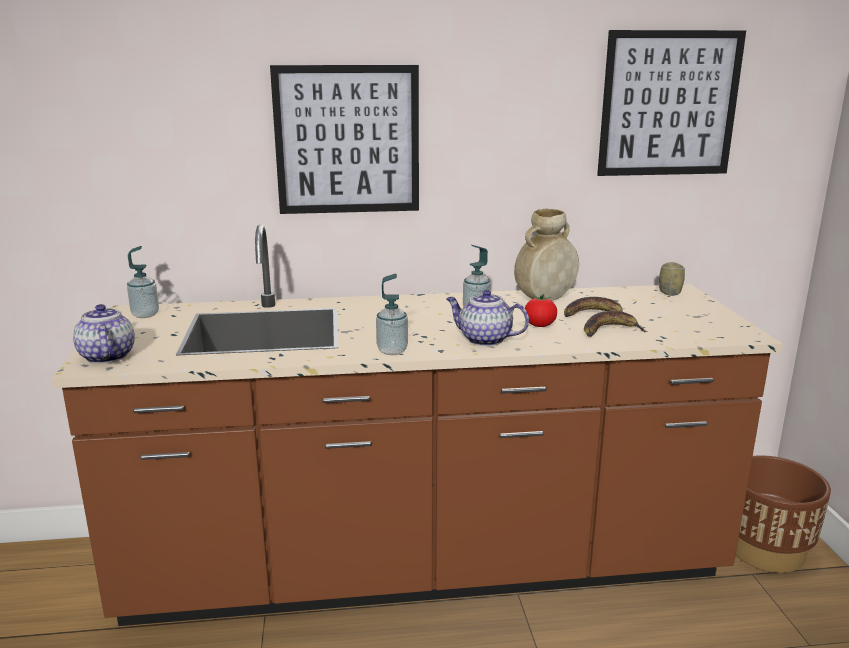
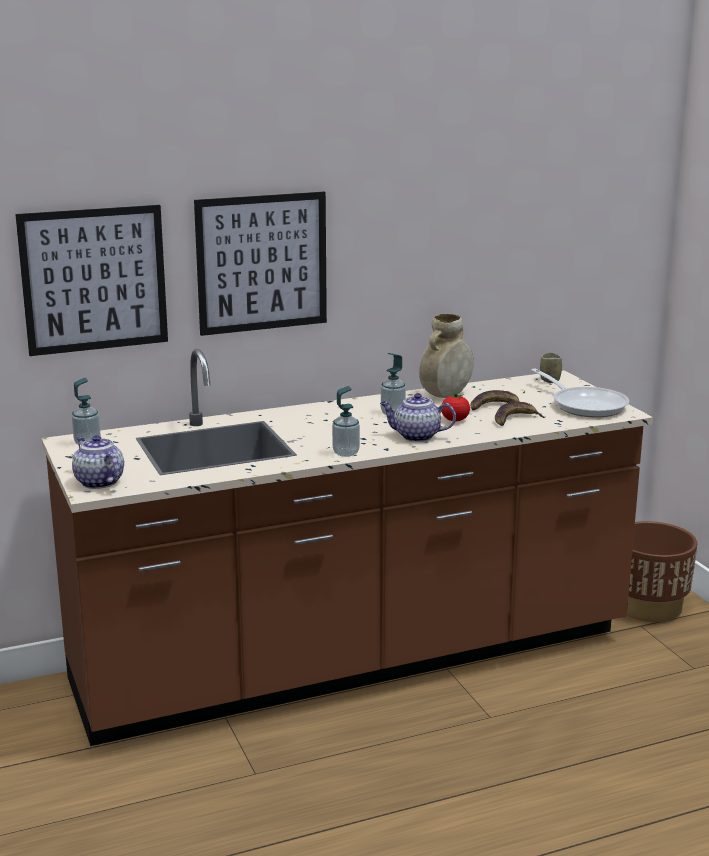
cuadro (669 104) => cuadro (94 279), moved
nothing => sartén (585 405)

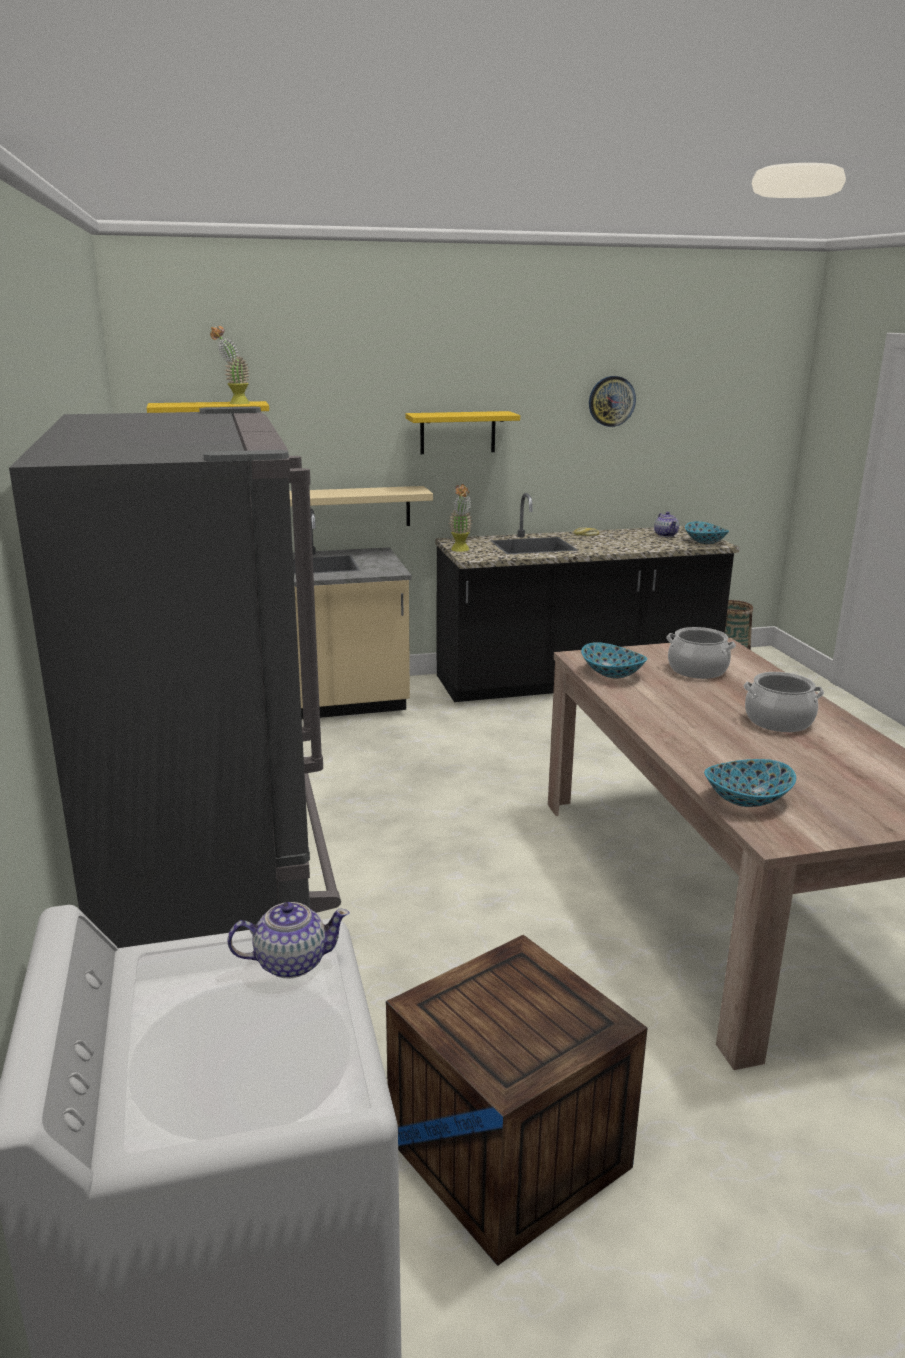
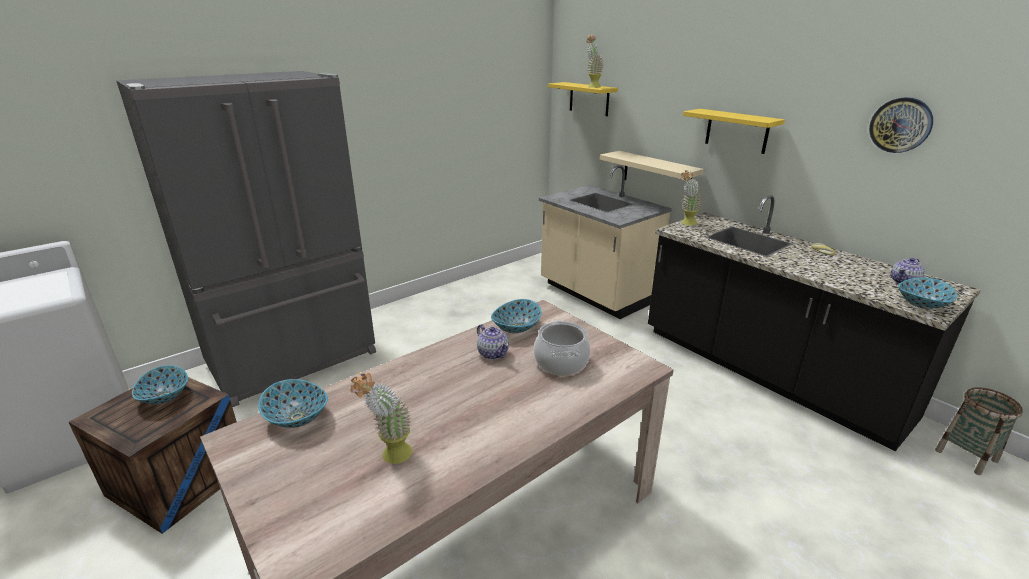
nothing => cuenco (164 397)
nothing => planta en maceta (390 457)
tetera (290 962) => tetera (493 353), moved
olla (778 721) => nothing

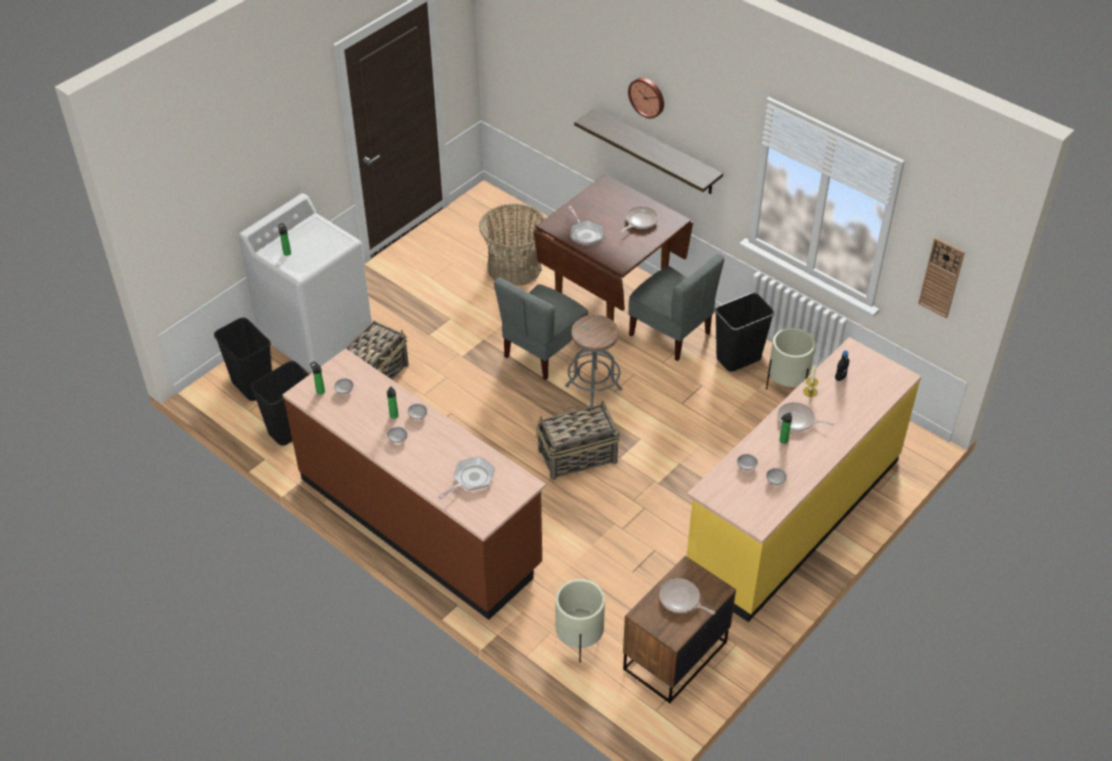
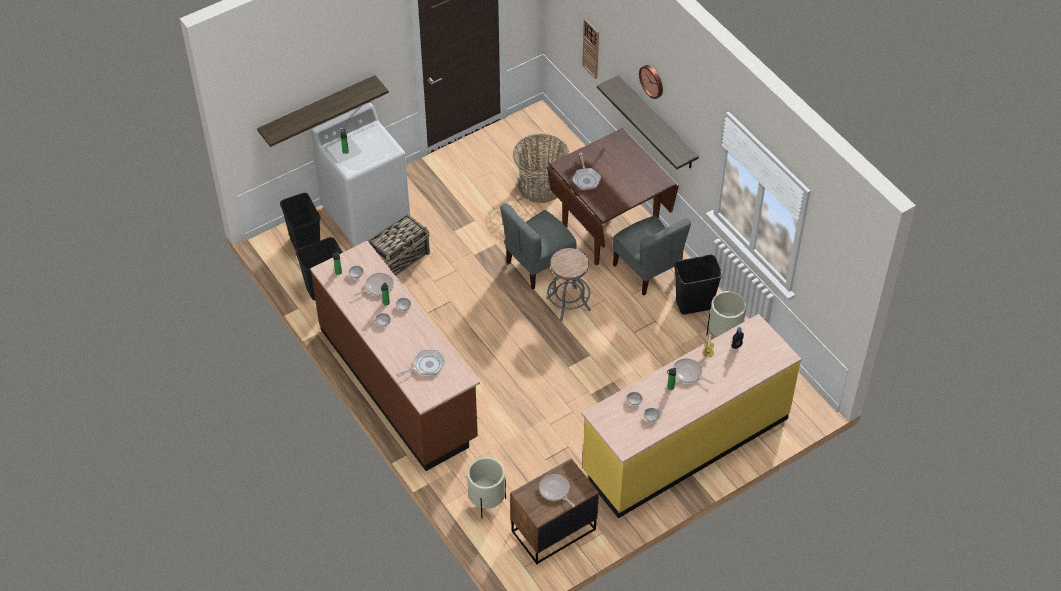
nothing => estante (318 110)
sartén (640 221) => sartén (378 287), moved
reloj de pared (941 277) => reloj de pared (591 48), moved
cesta (576 456) => nothing

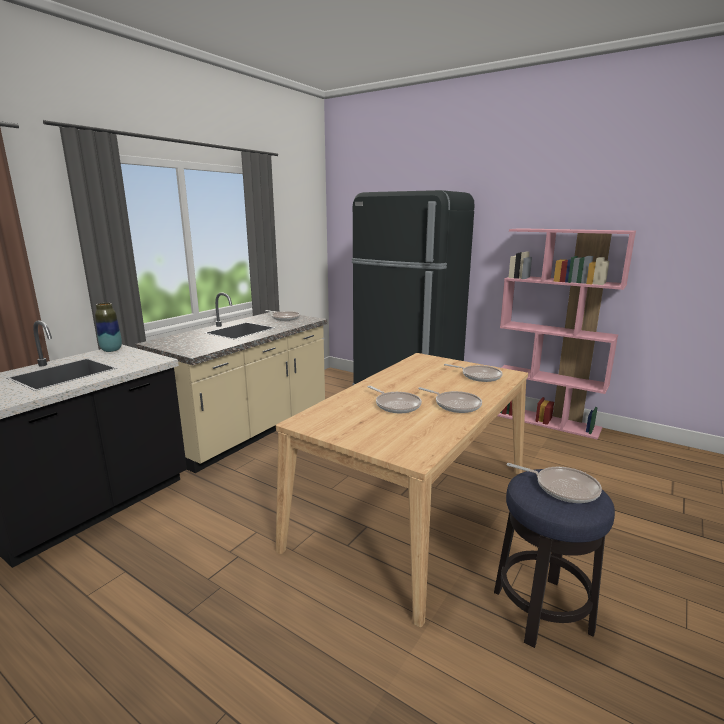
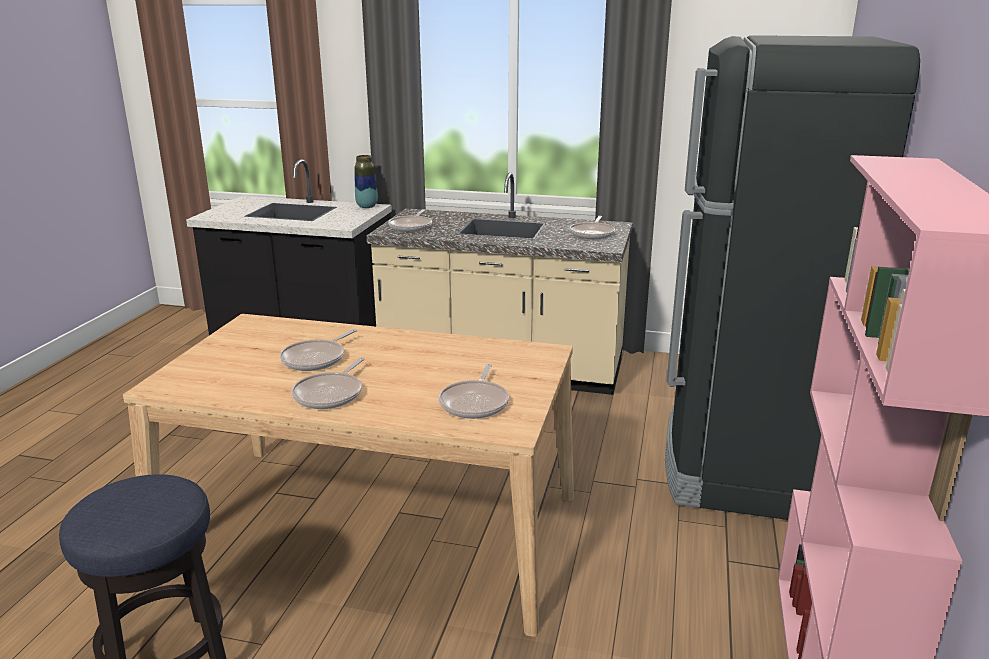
sartén (562 488) => sartén (411 226), moved

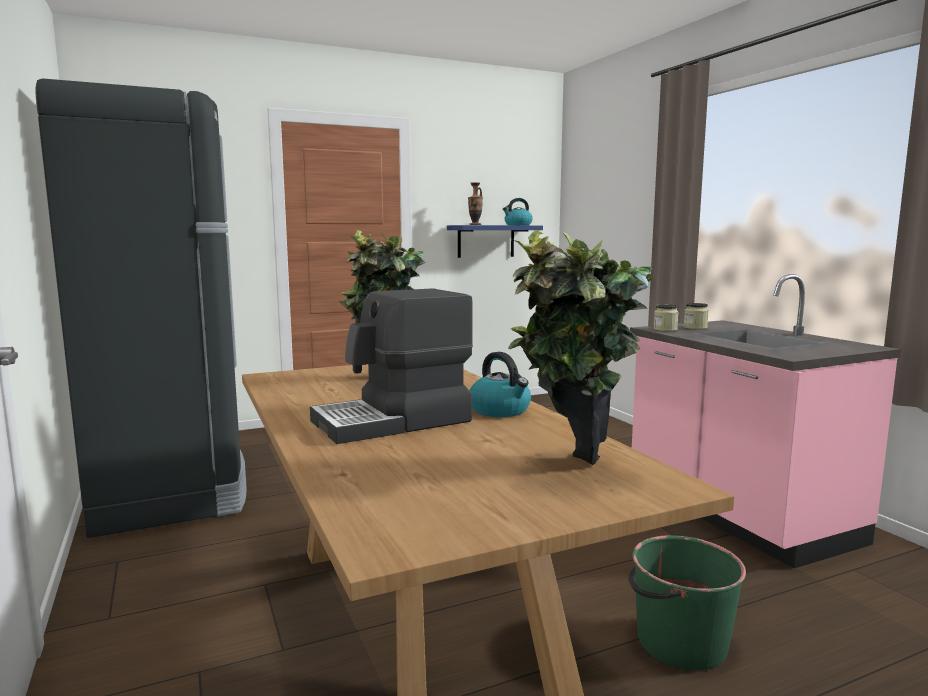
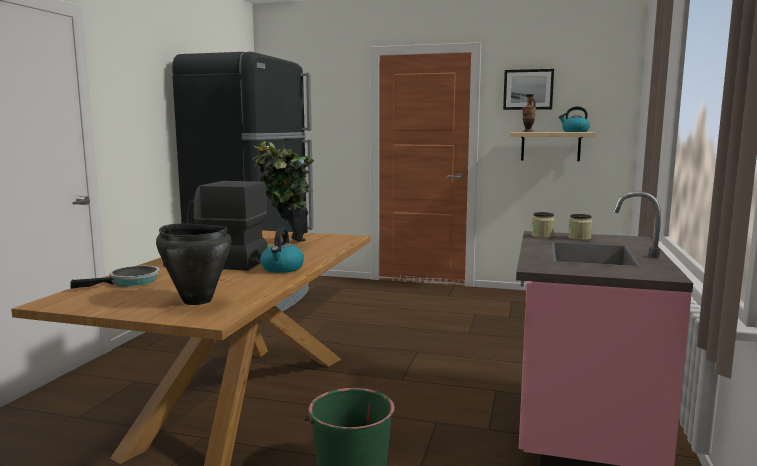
nothing => sartén (130 282)
planta en maceta (570 472) => olla [negro] (197 300)
nothing => cuadro (528 89)
estante [azul] (486 241) => estante [beis] (550 146)

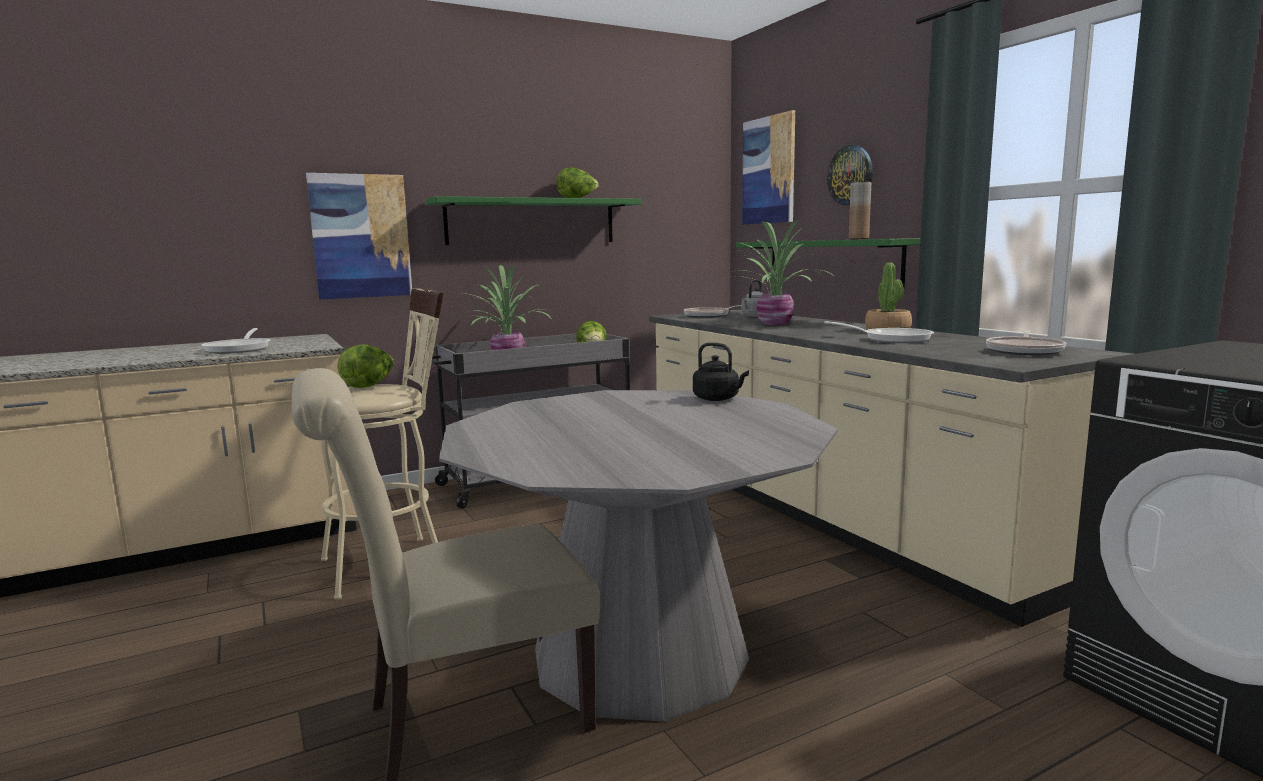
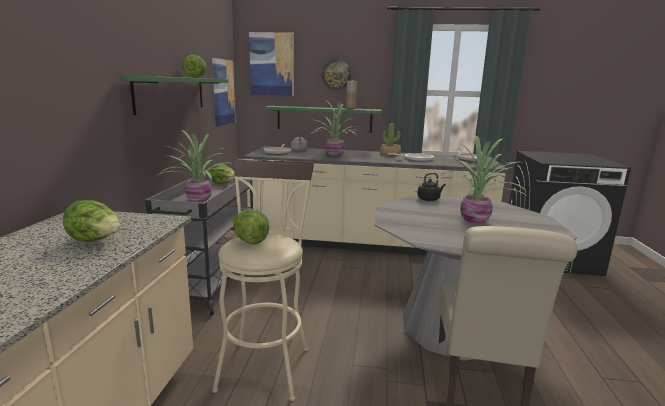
sartén (240 349) => lechuga (96 241)
cuadro (361 236) => cuadro (223 92), moved
nothing => planta en maceta (476 220)

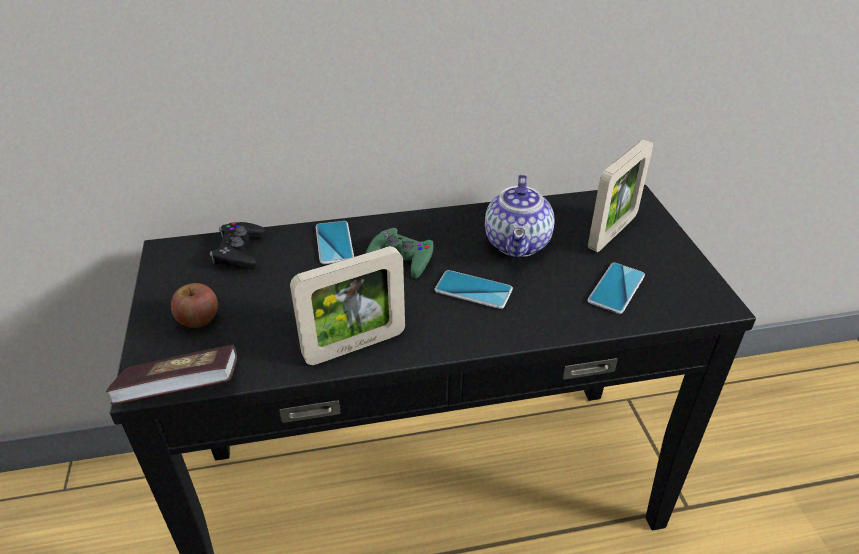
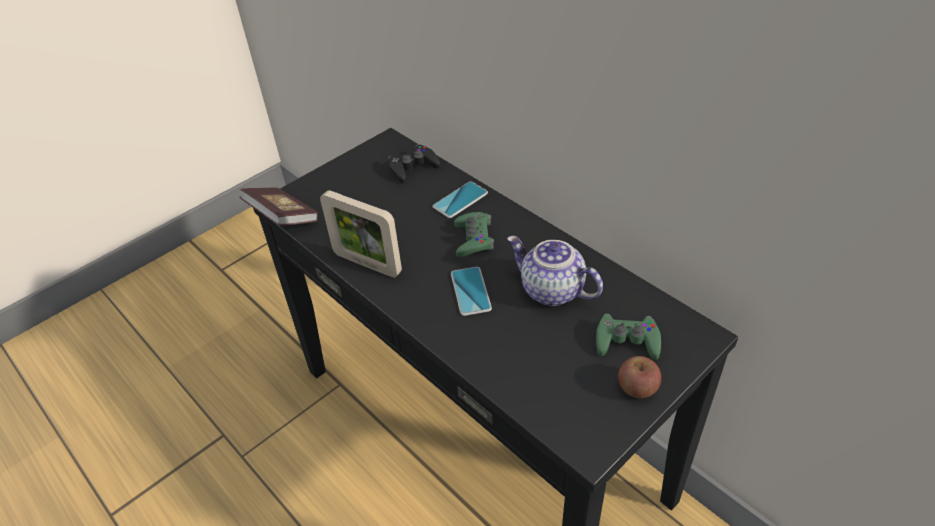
tetera (518 244) => tetera (550 291), 60 degrees clockwise
portarretratos (612 232) => mando de consola [verde] (627 341)
manzana (198 319) => manzana (637 388), moved
móvil (616 288) => nothing

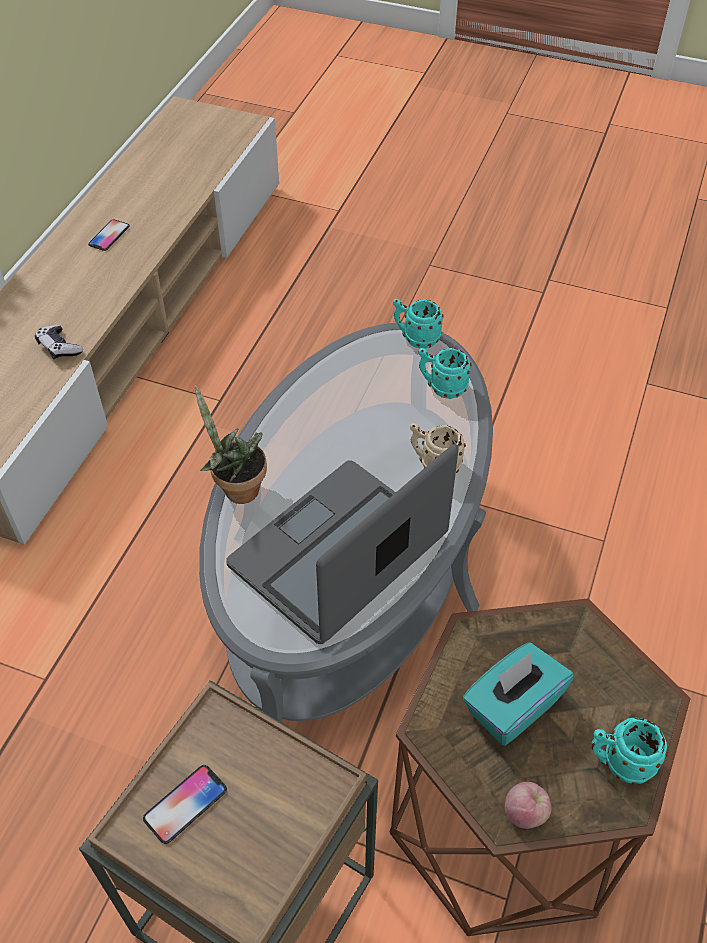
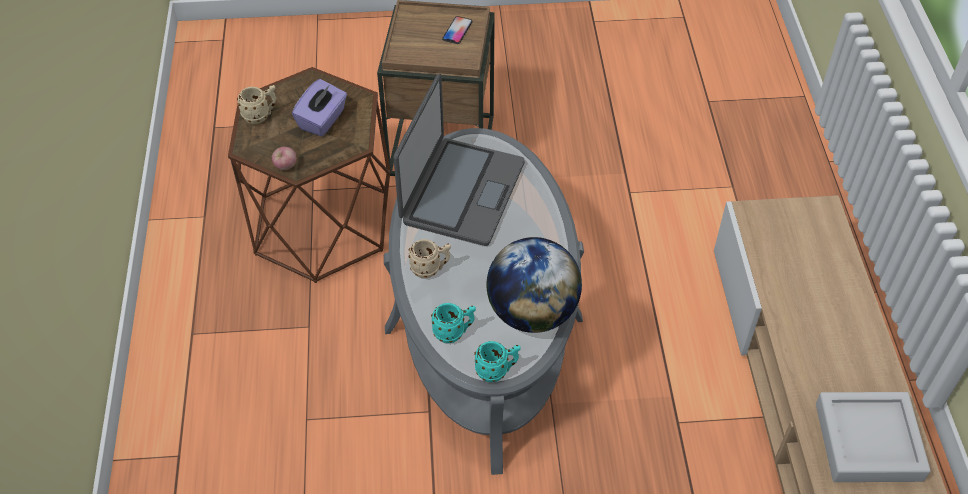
taza grande [turquesa] (619 762) => taza grande [beis] (261 115)
manzana (525 813) => manzana (285 166), moved
caja de pañuelos [turquesa] (512 706) => caja de pañuelos [morado] (322 120)
nothing => globo terráqueo (532 312)
móvil (109 236) => bandeja [gris] (868 441)
mando de consola (59 348) => nothing
planta en maceta (236 489) => nothing

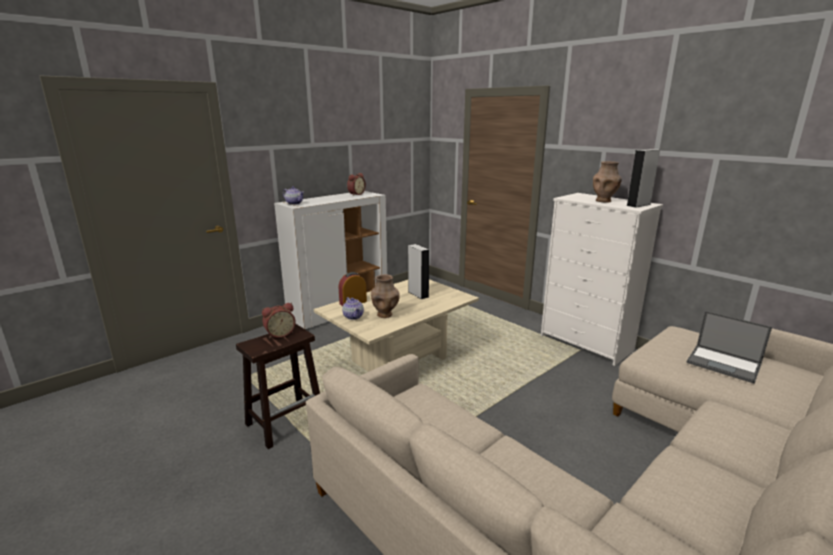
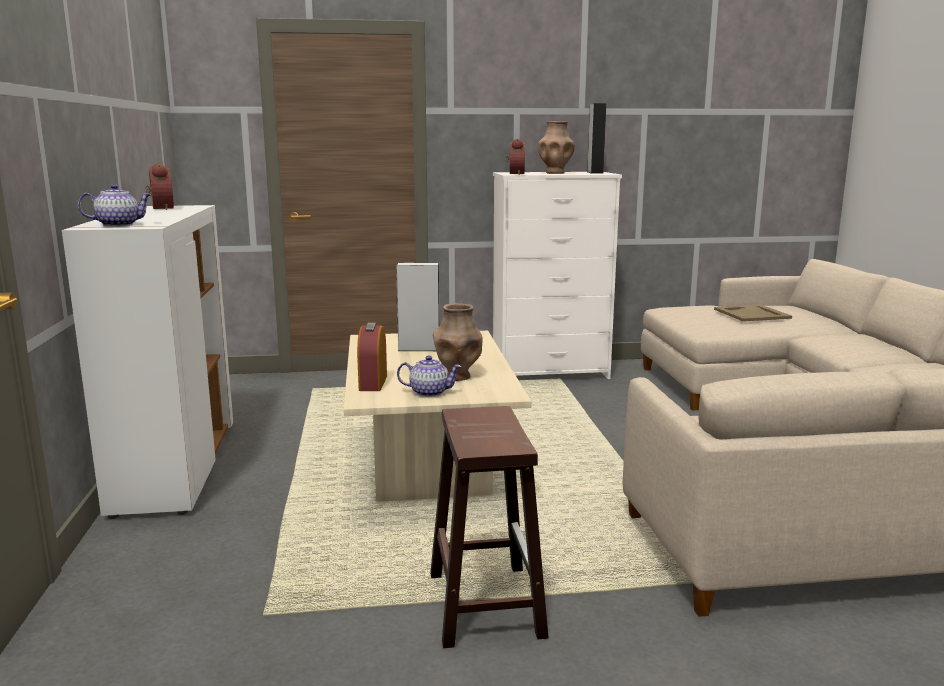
despertador (280 334) => despertador (514 174), moved
portátil (724 364) => bandeja [beis] (752 313)

